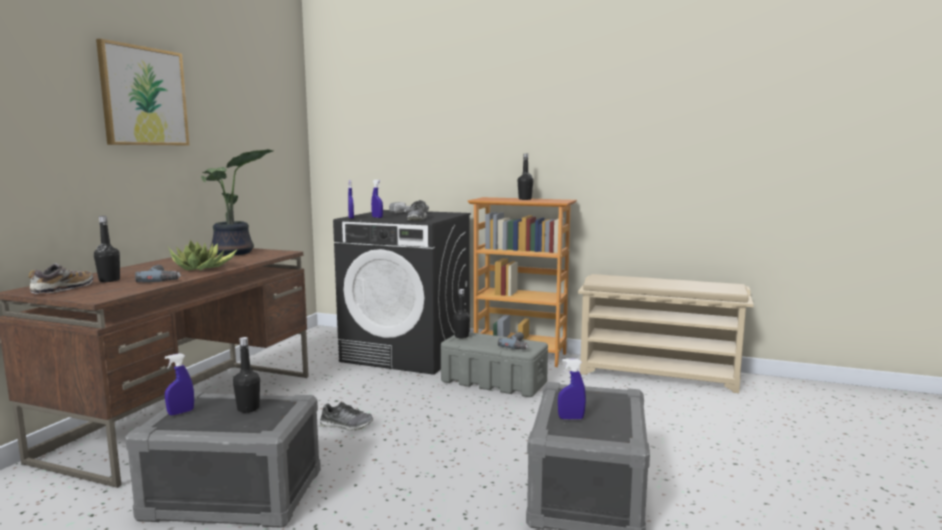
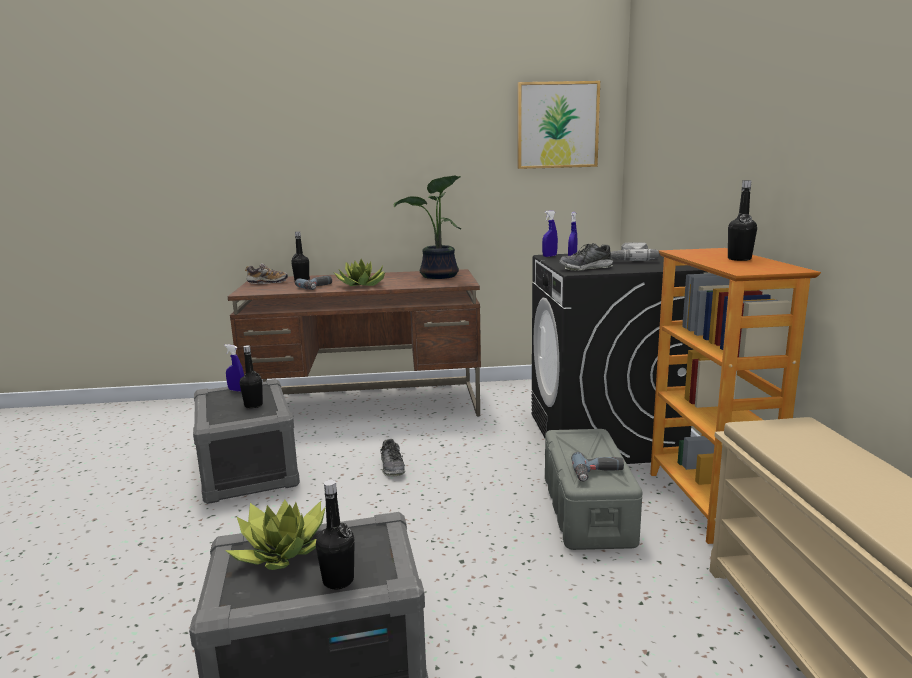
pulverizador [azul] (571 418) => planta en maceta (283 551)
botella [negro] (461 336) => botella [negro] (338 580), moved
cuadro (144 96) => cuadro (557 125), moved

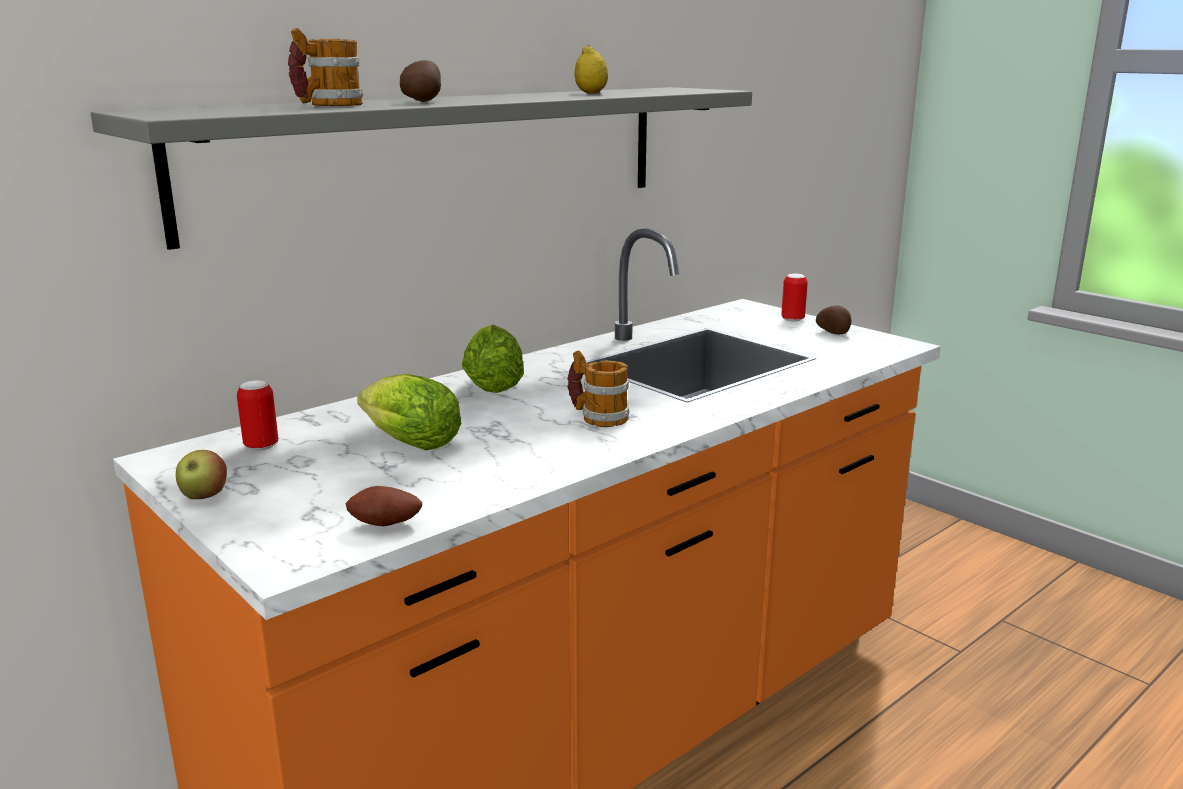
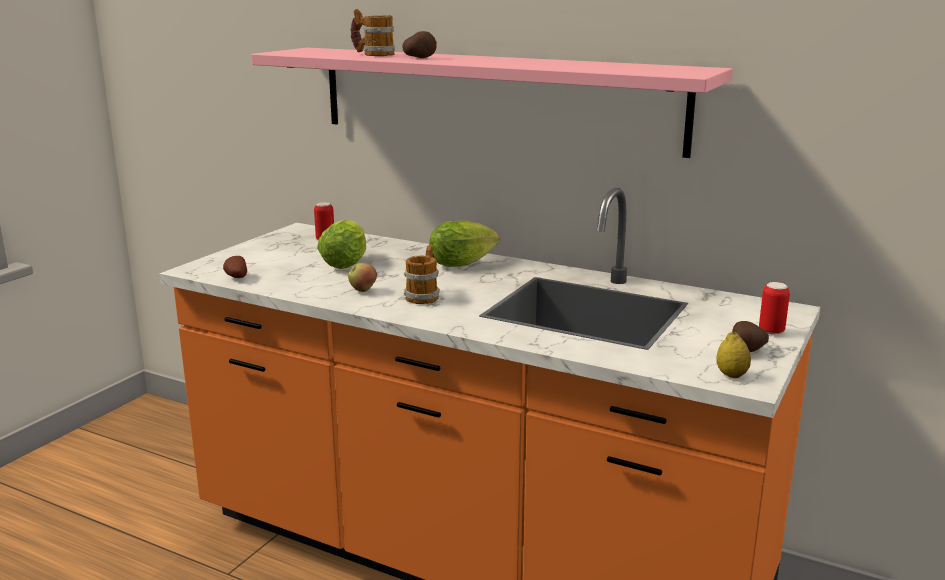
estante [gris] (444 155) => estante [rosa] (494 98)
manzana (203 496) => manzana (363 291), moved
limón (591 93) => limón (731 375), moved

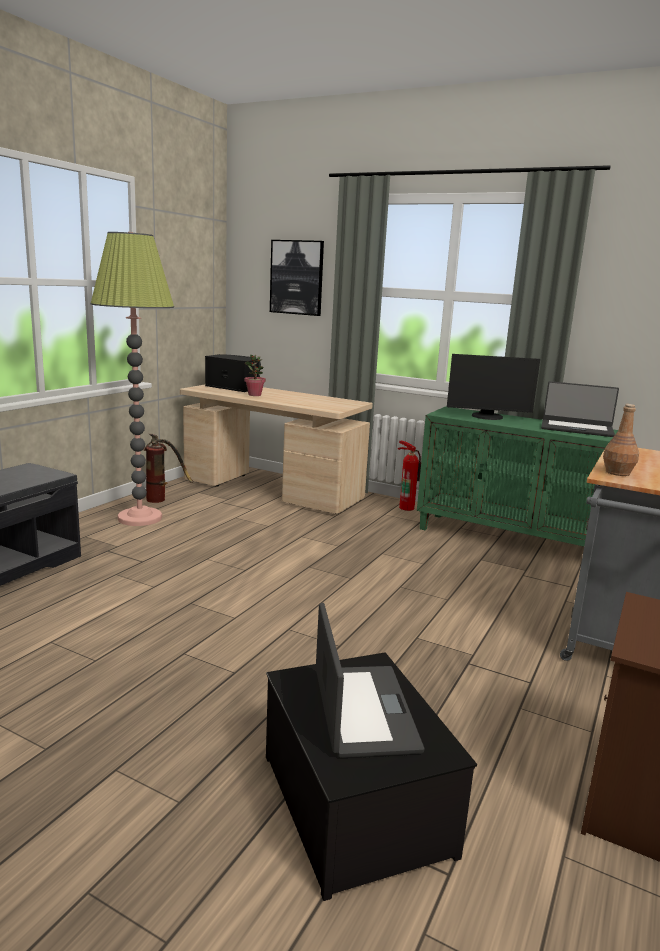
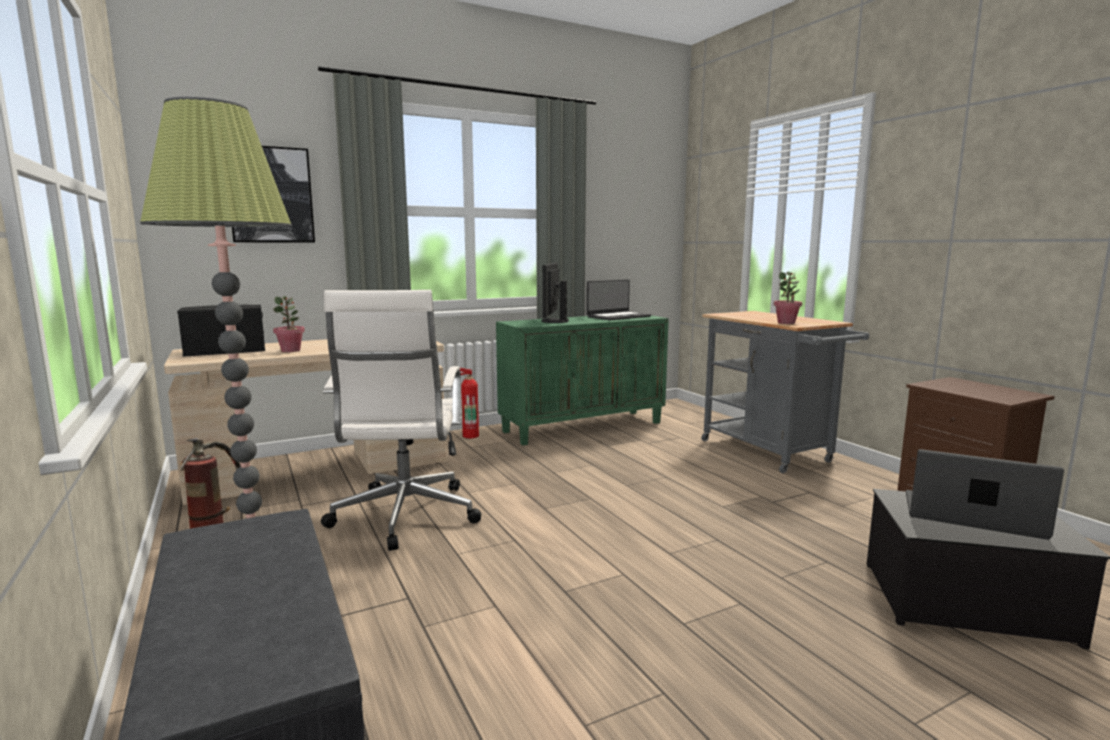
nothing => silla de oficina [blanco] (404 517)
monitor (487 417) => monitor (553 321), 150 degrees clockwise
botella [marrón] (618 473) => planta en maceta (786 323)

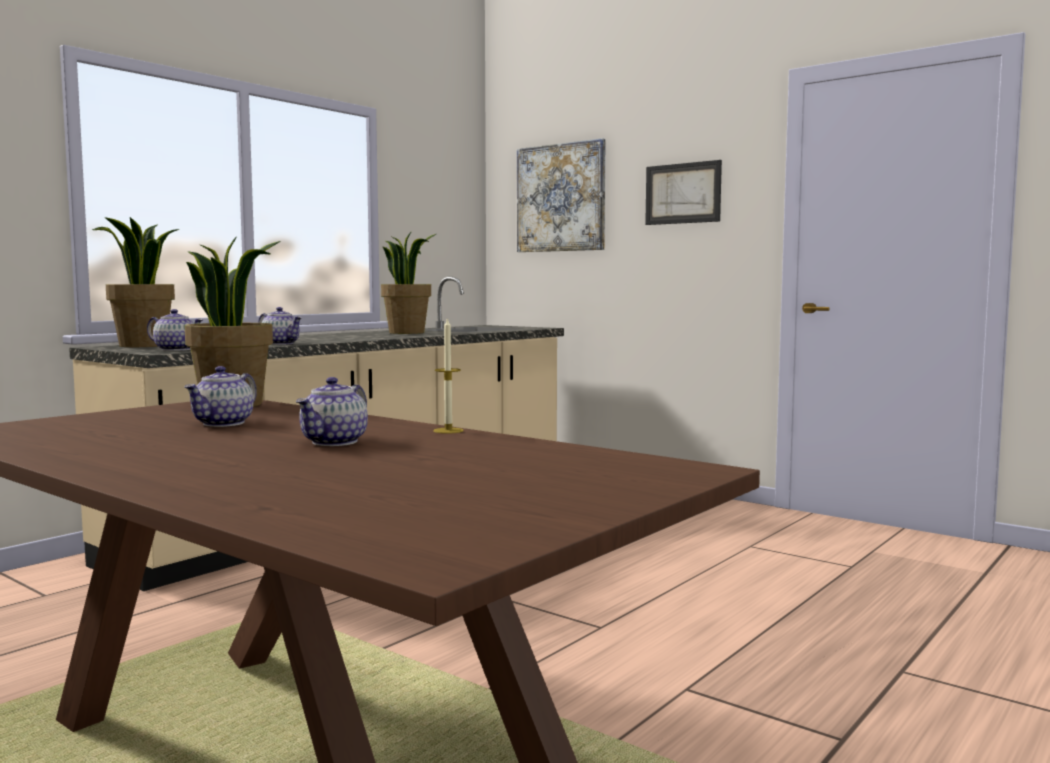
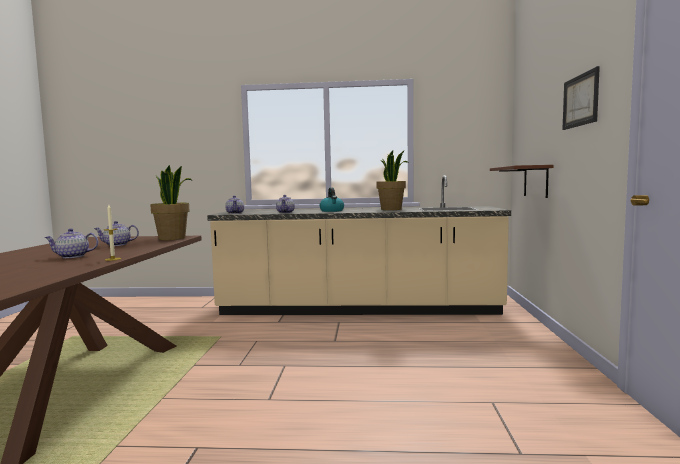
nothing => hervidor (332 211)
nothing => estante [marrón] (536 181)
planta en maceta (143 345) => nothing
cuadro (561 198) => nothing

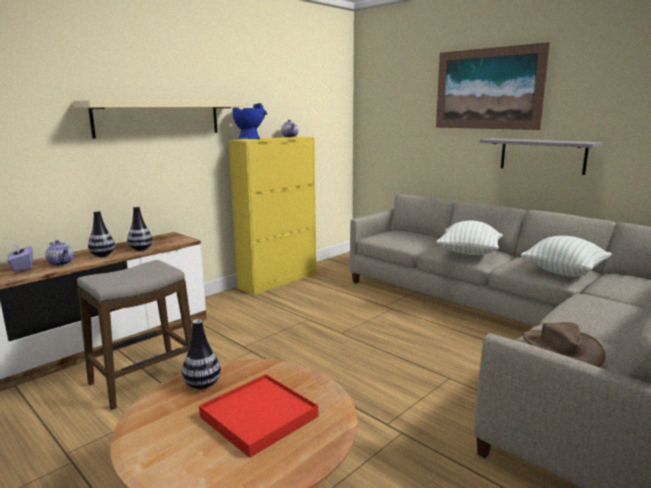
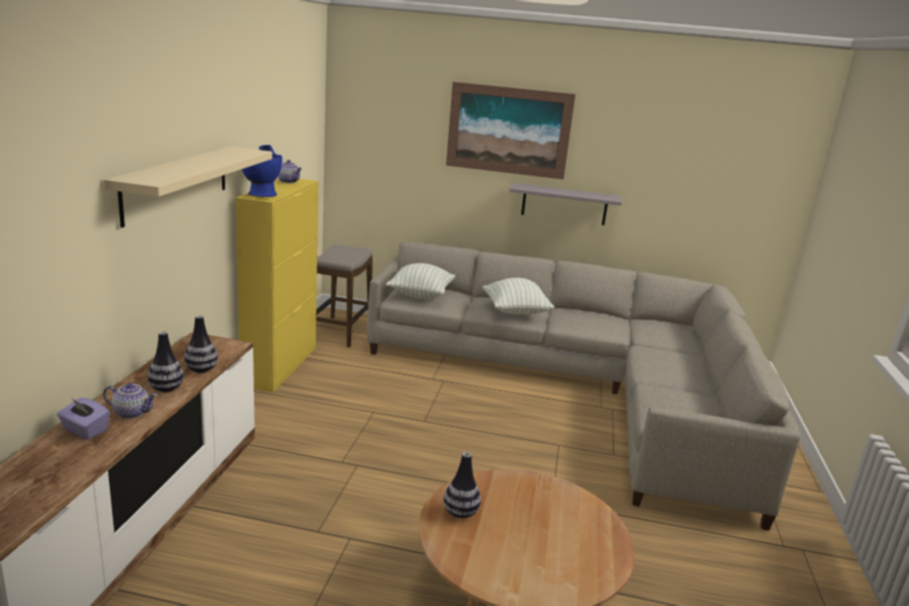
taburete (143 379) => taburete (340 332), moved
cojín (564 272) => cojín (420 295), moved
bandeja [rojo] (259 417) => nothing
sombrero [marrón] (561 349) => nothing

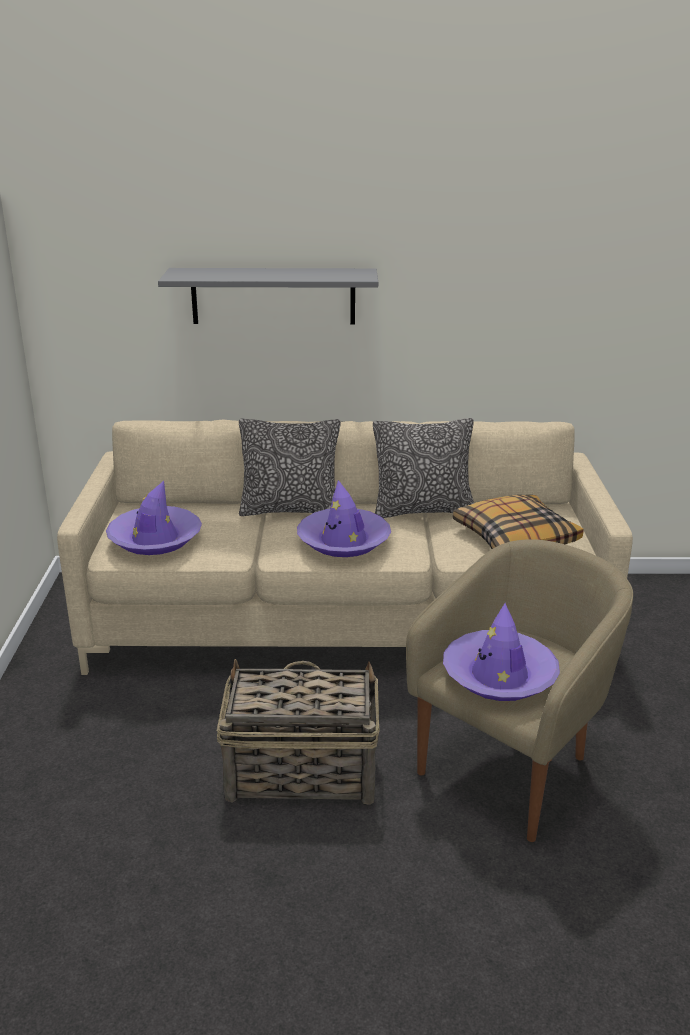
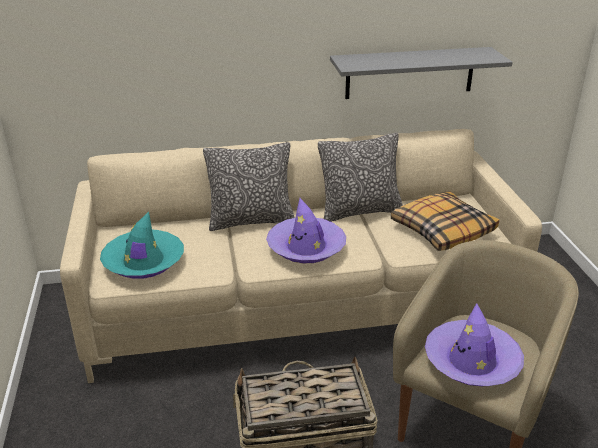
sombrero [morado] (155 539) => sombrero [turquesa] (143 261)
estante [gris] (273 296) => estante [gris] (410 73), moved

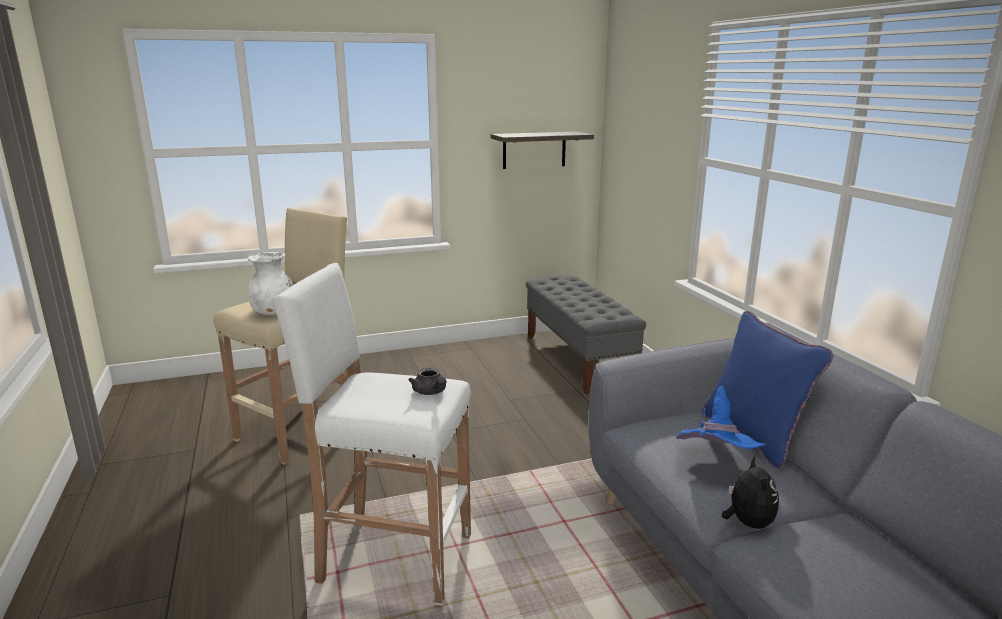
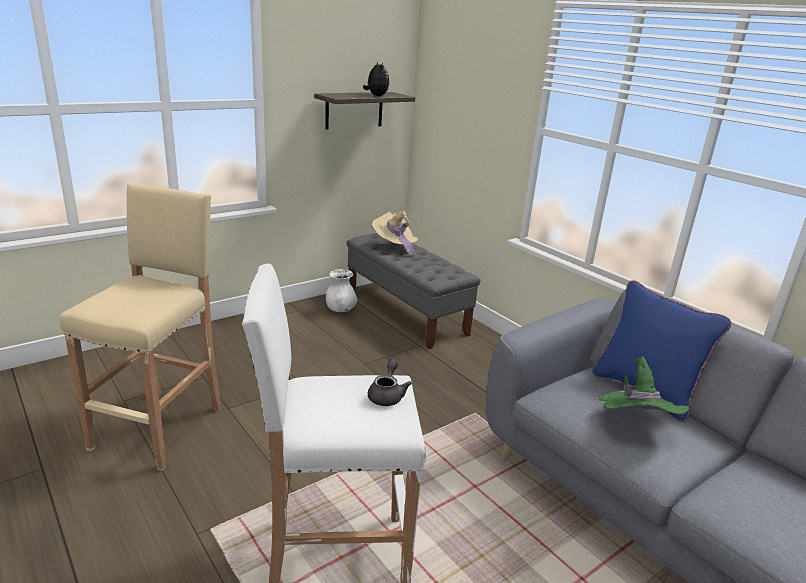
florero [blanco] (274 313) => florero [blanco] (340 310), moved
peluche (747 523) => peluche (376 96), moved
tetera [gris] (431 392) => tetera [gris] (387 395), 120 degrees counterclockwise
nothing => sombrero [beis] (395 247)
sombrero [azul] (714 464) => sombrero [verde] (634 425)

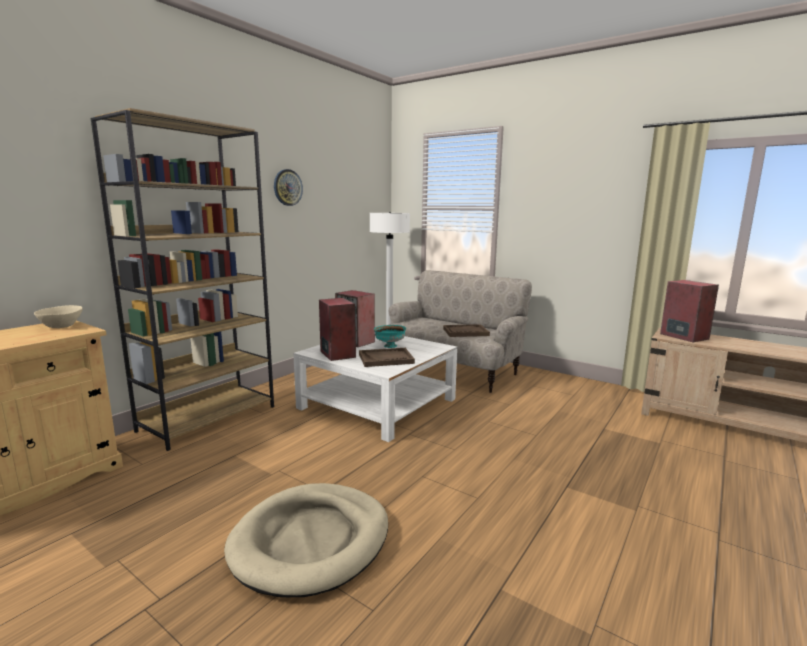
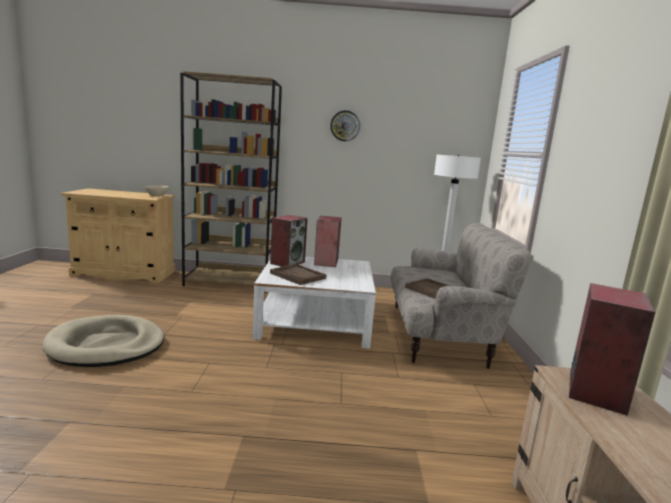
cuenco [turquesa] (389 346) => nothing

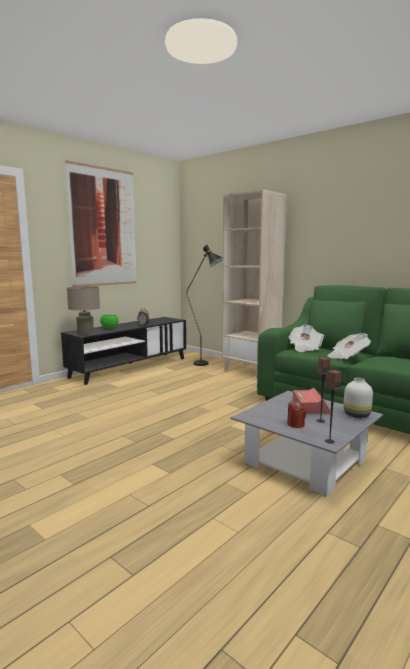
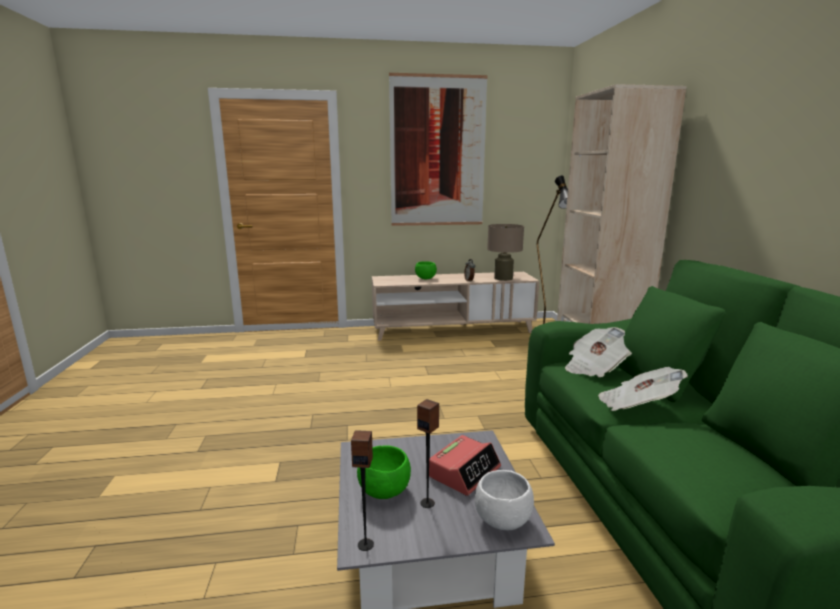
vela [rojo] (296 424) => cuenco [verde] (384 492)
mueble de televisión [negro] (130 367) => mueble de televisión [beis] (452 330)
florero [blanco] (356 415) => cuenco [blanco] (502 520)
lámpara de mesa [beis] (85 333) => lámpara de mesa [beis] (503 278), moved

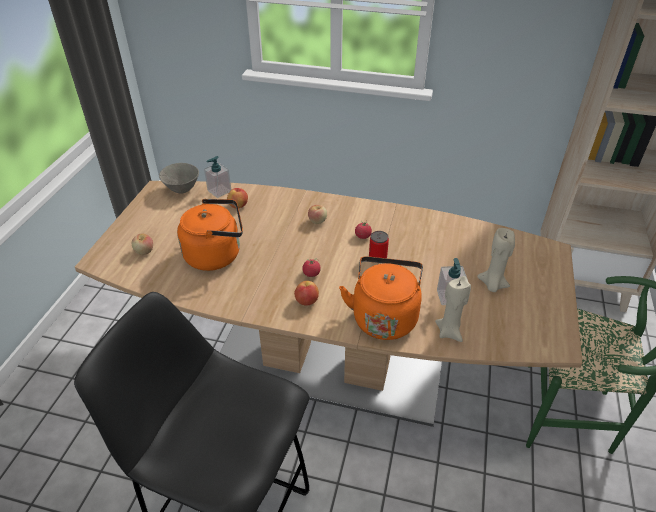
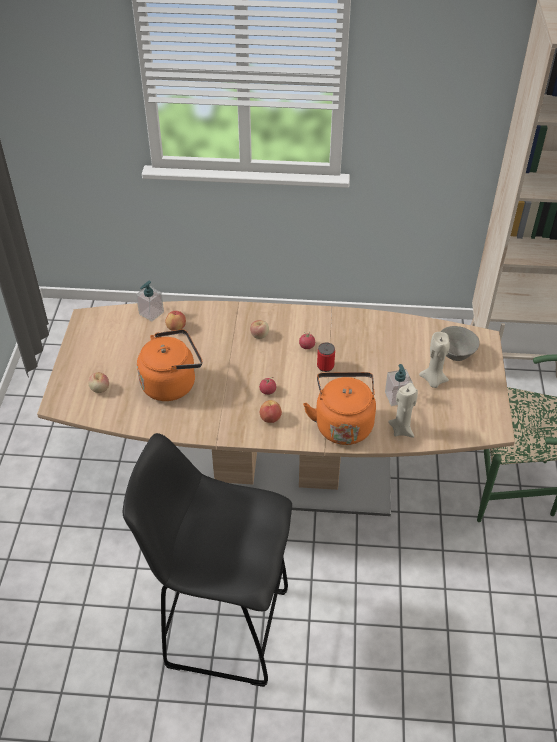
cuenco [gris] (182 190) => cuenco [gris] (455 355), moved

